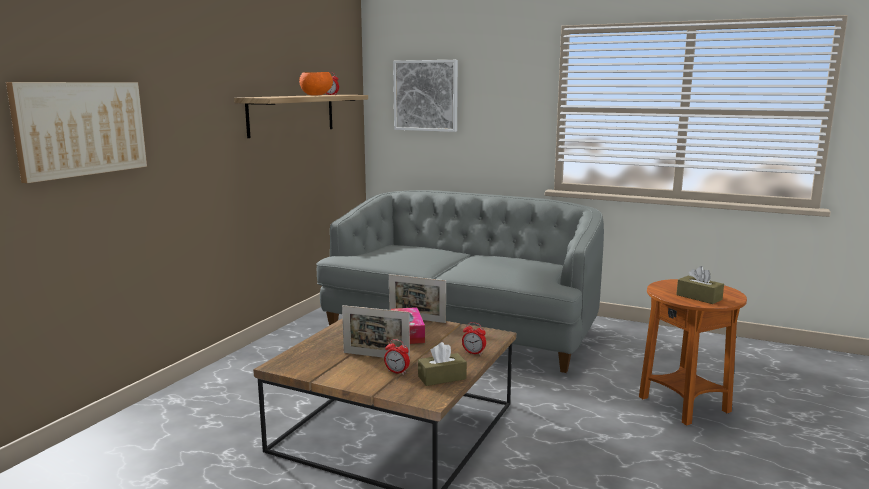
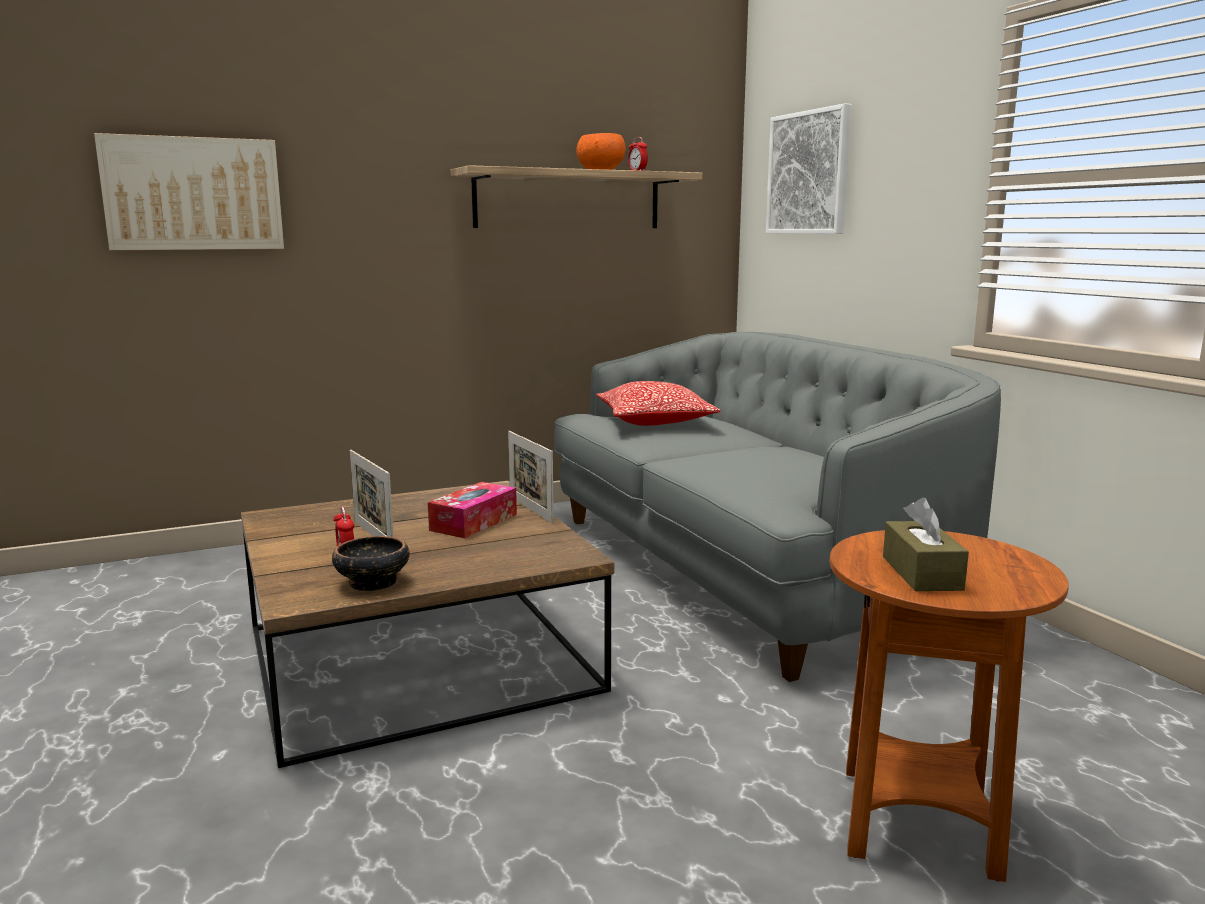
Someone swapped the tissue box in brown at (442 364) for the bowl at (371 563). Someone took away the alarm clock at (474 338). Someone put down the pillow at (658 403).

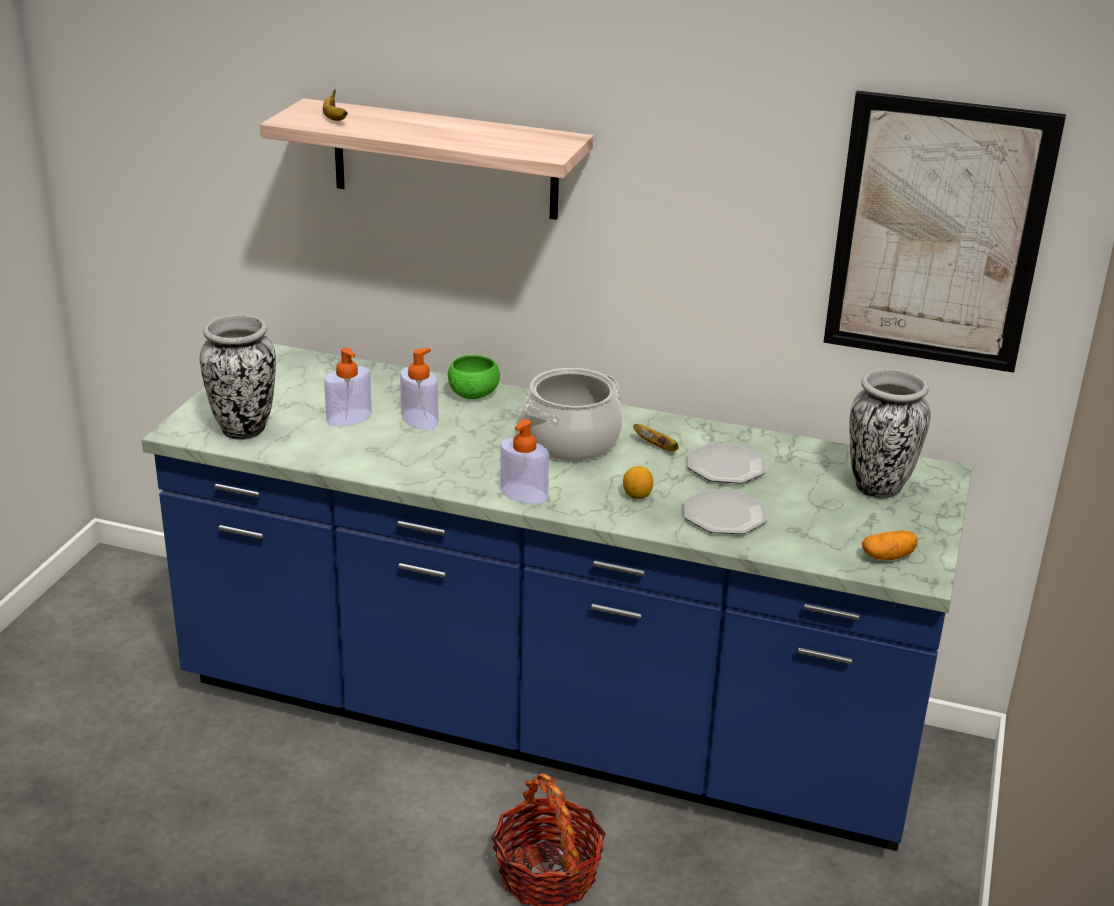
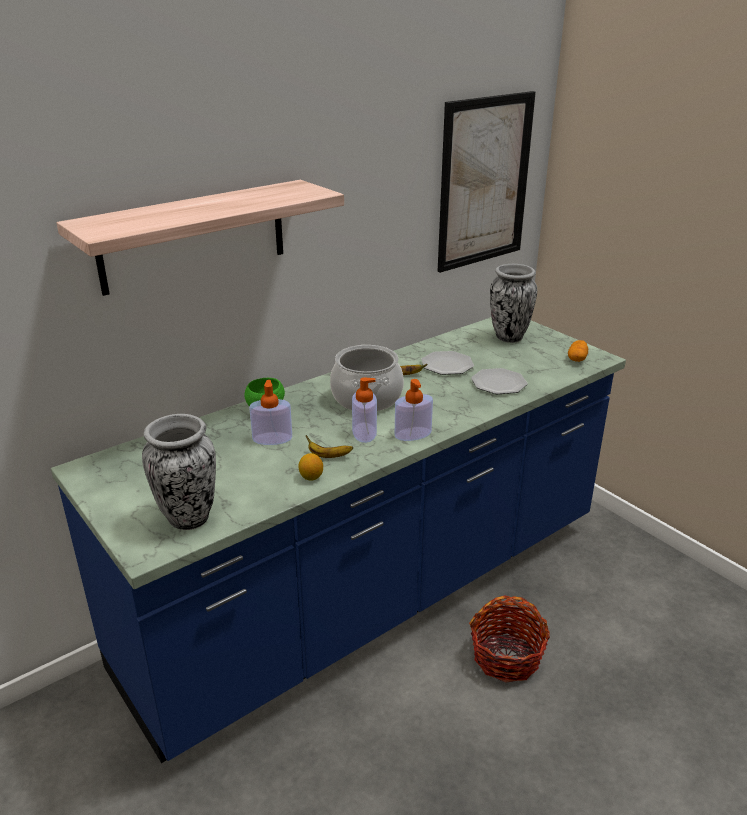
Someone carried the banana from (335 105) to (329 446). Someone carried the soap dispenser from (348 387) to (364 410). Someone carried the lemon from (638 482) to (310 467).

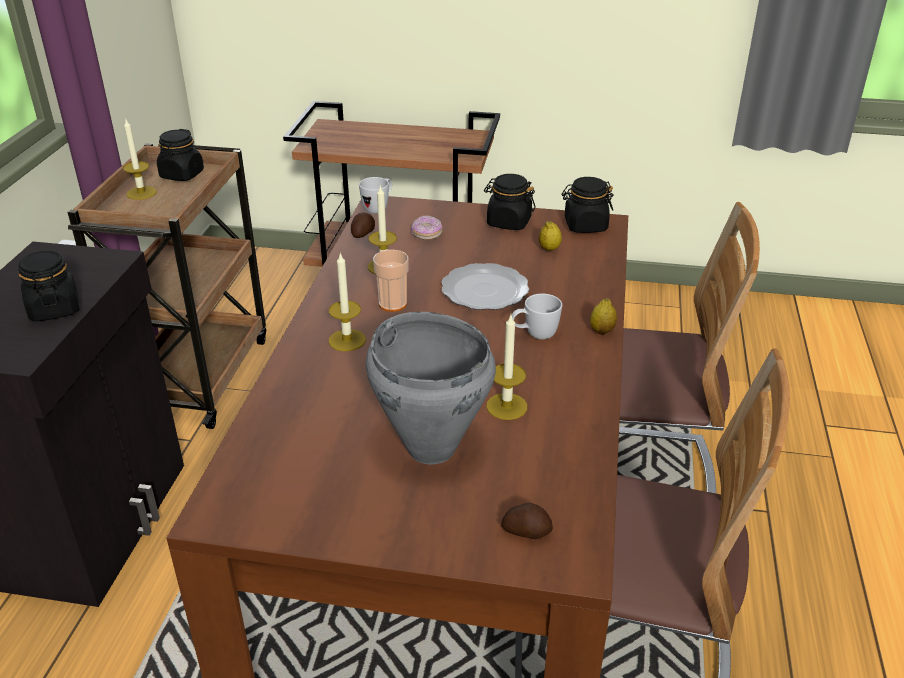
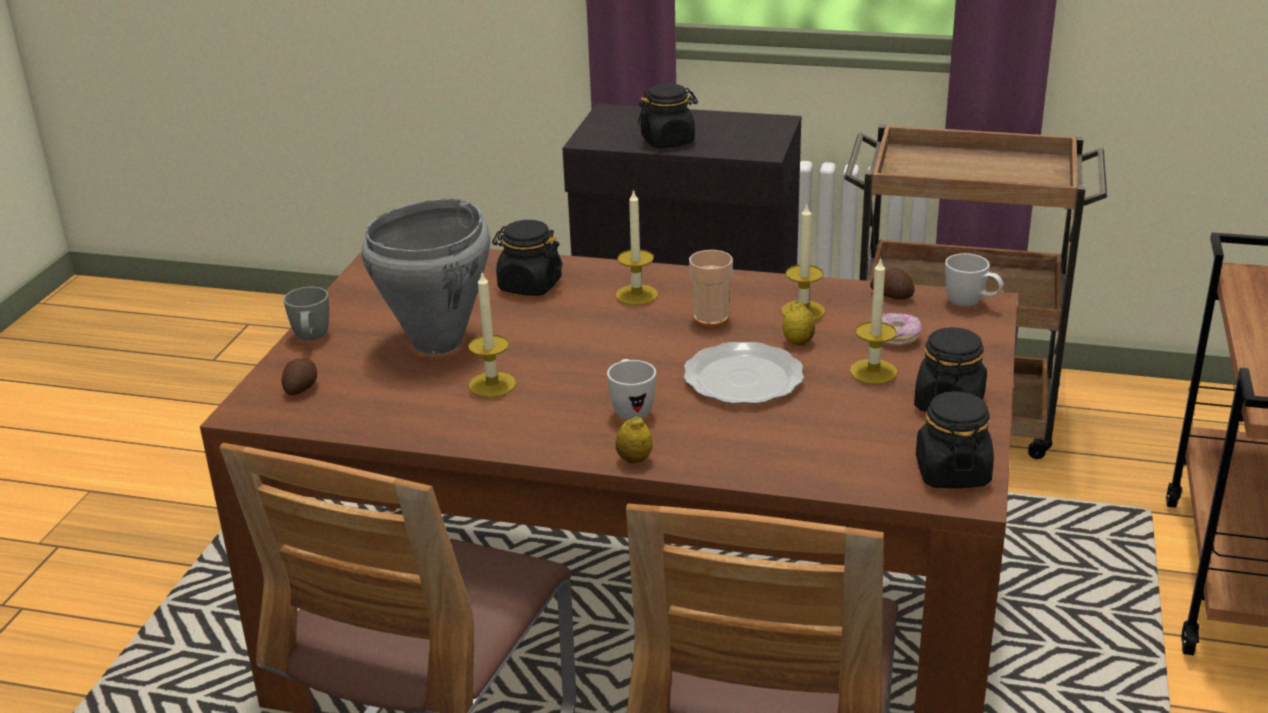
Someone carried the candle from (140 159) to (874 320). Someone carried the jar in black from (180 155) to (527 258). Someone carried the lemon from (550 236) to (799 323). Someone put down the mug in grey at (306 314).

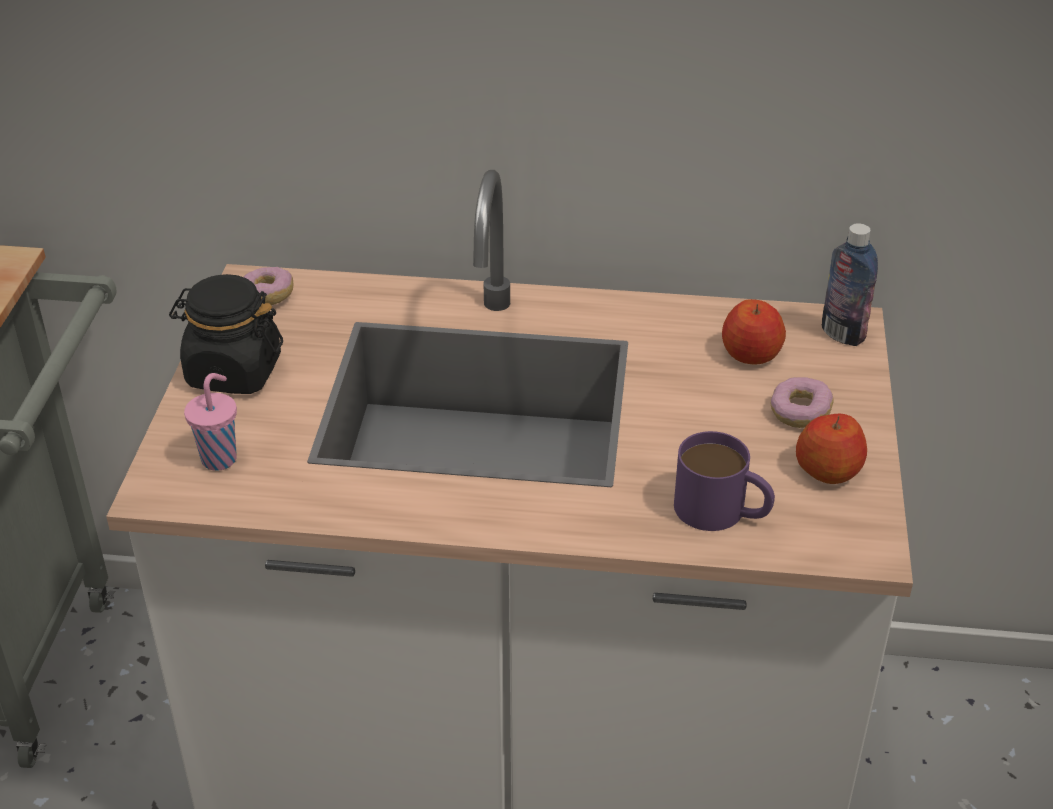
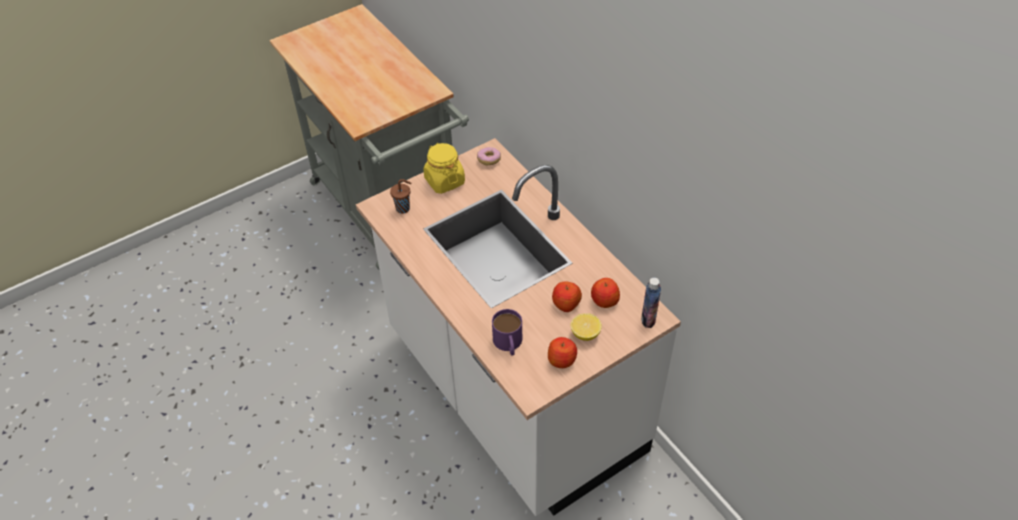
Someone repainted the jar in black at (226 334), which became the jar in yellow at (444 168). Someone repainted the cup in pink at (210 422), which became the cup in brown at (400 196). Someone swapped the donut at (802 402) for the lemon at (586 327). Someone put down the apple at (567 297).

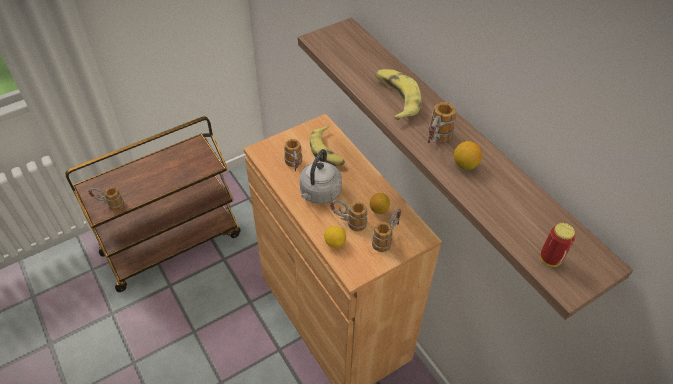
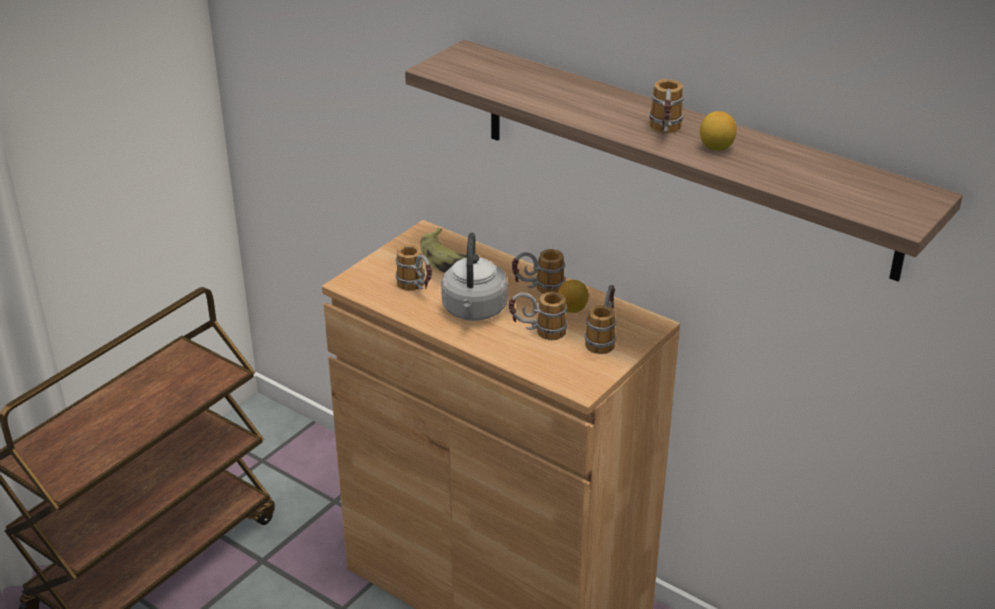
Someone carried the mug from (106 199) to (538 271). Someone took away the lemon at (335 237). Someone took away the banana at (398 95). Someone took away the can at (557 245).

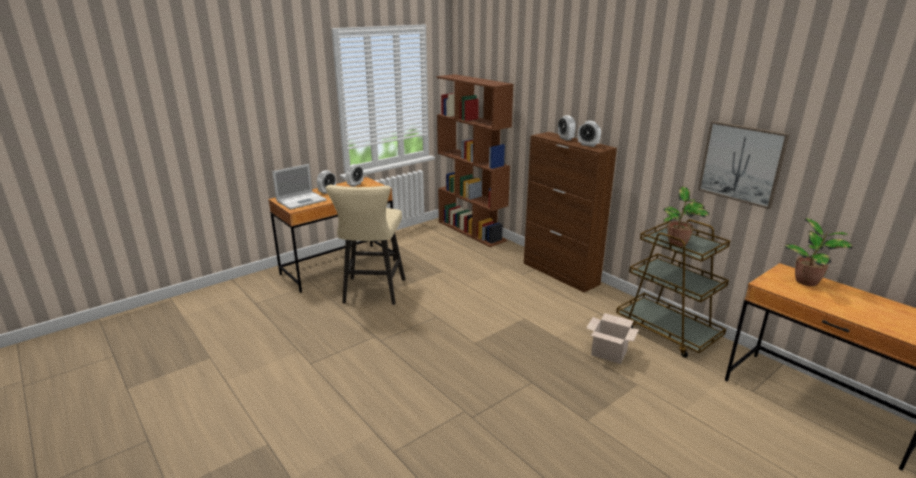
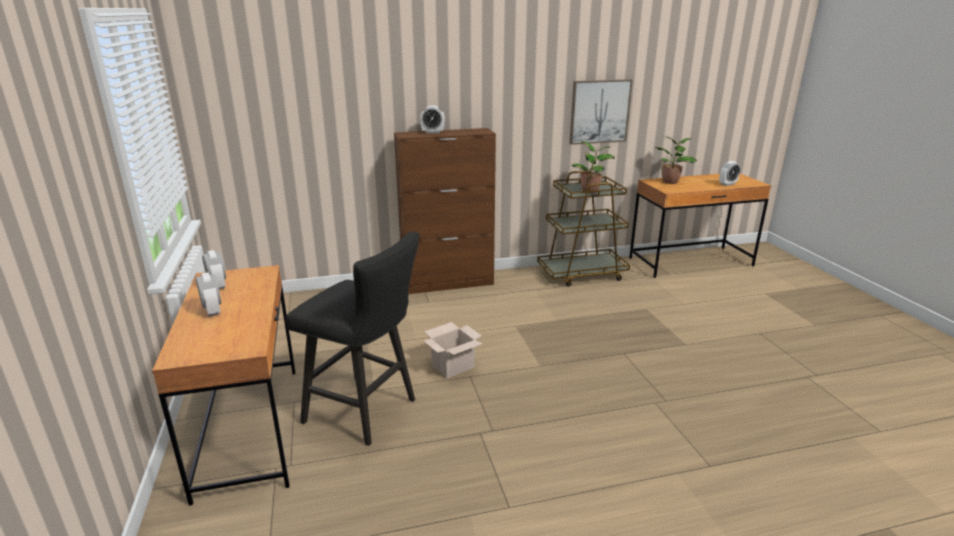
Someone took away the laptop at (299 187). Someone repainted the stool in beige at (365 245), which became the stool in black at (353 339). Someone took away the bookcase in brown at (474 160). Someone carried the alarm clock from (589 134) to (729 173). Someone carried the cardboard box from (612 338) to (452 350).

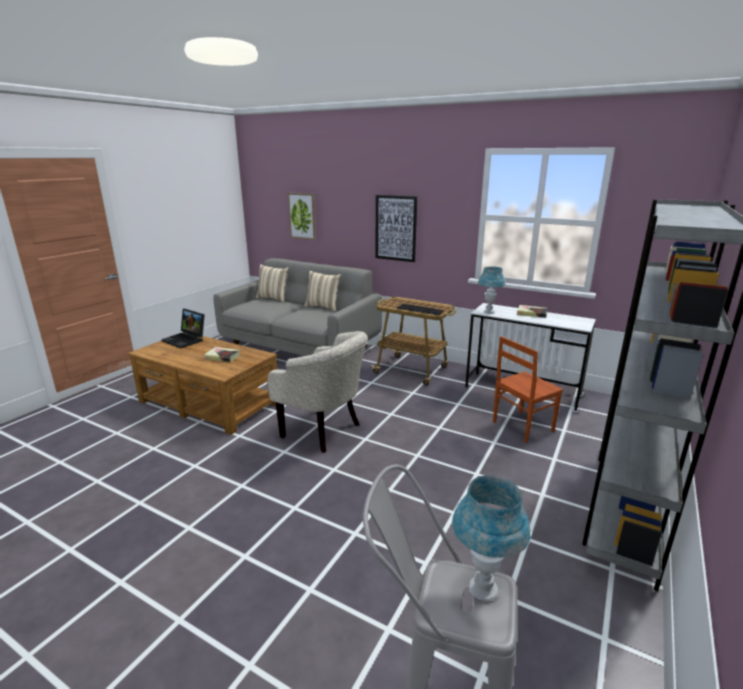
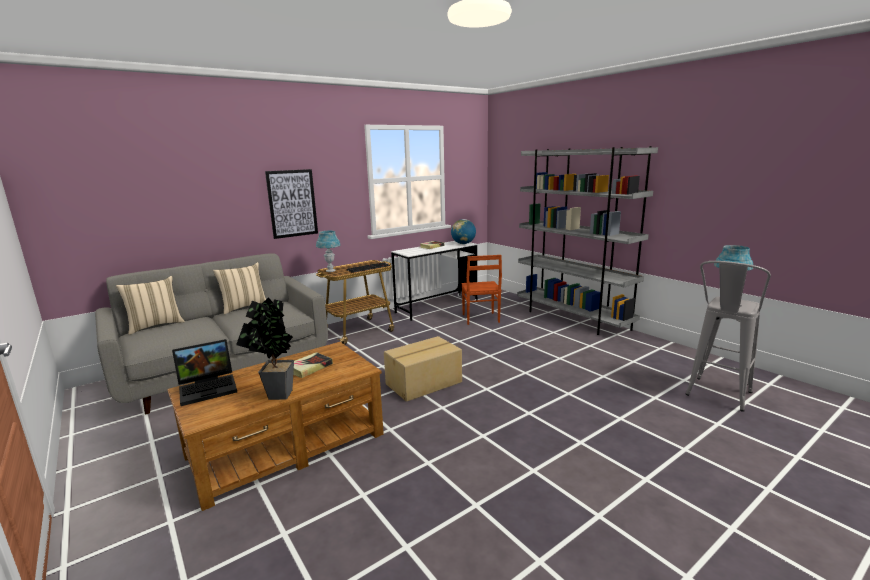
Someone swapped the armchair in beige at (318 392) for the cardboard box at (423 369). Someone took away the picture at (301 216). Someone carried the table lamp in blue from (492 289) to (328 251). Someone put down the potted plant at (265 348). Someone put down the globe at (463 231).

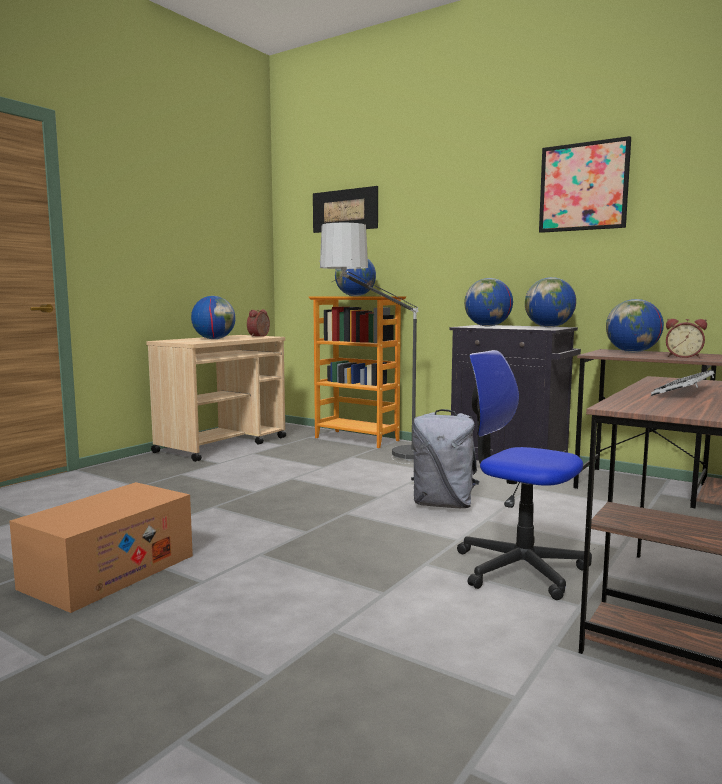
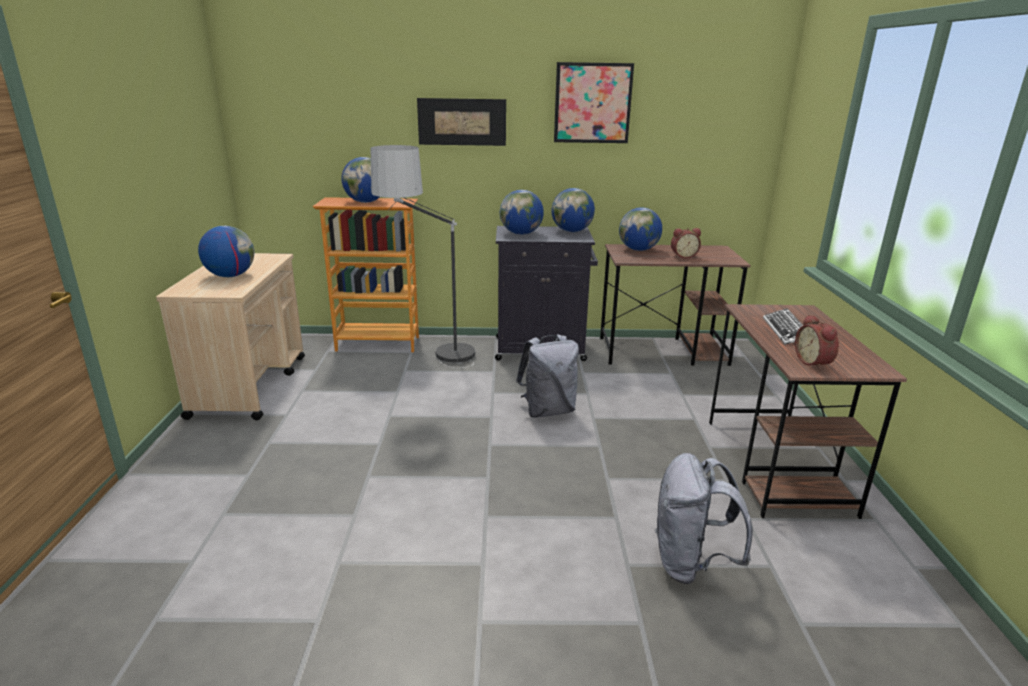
Someone took away the cardboard box at (101 547). Someone carried the alarm clock from (258 323) to (817 342). Someone carried the picture from (345 209) to (461 122). Someone took away the office chair at (524 475). Someone put down the backpack in grey at (704 518).

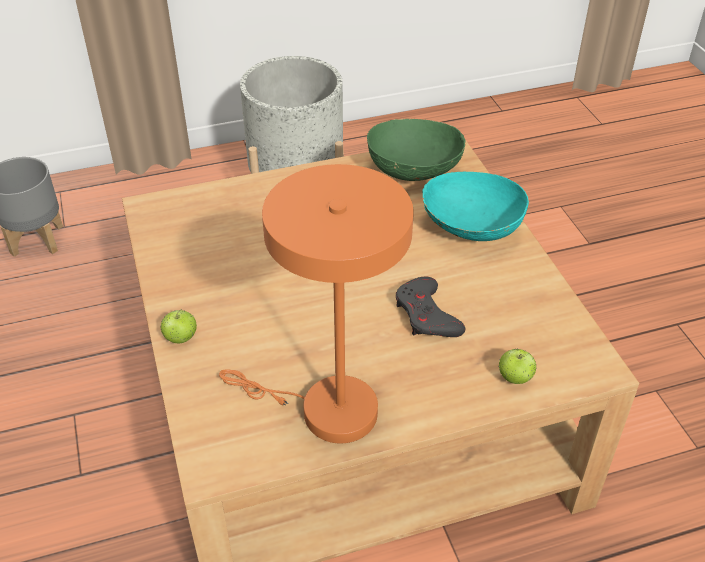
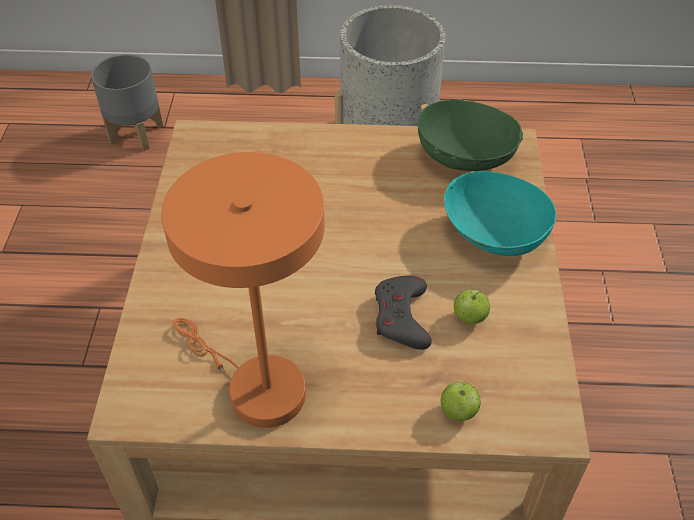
Someone carried the apple from (179 326) to (472 306).

